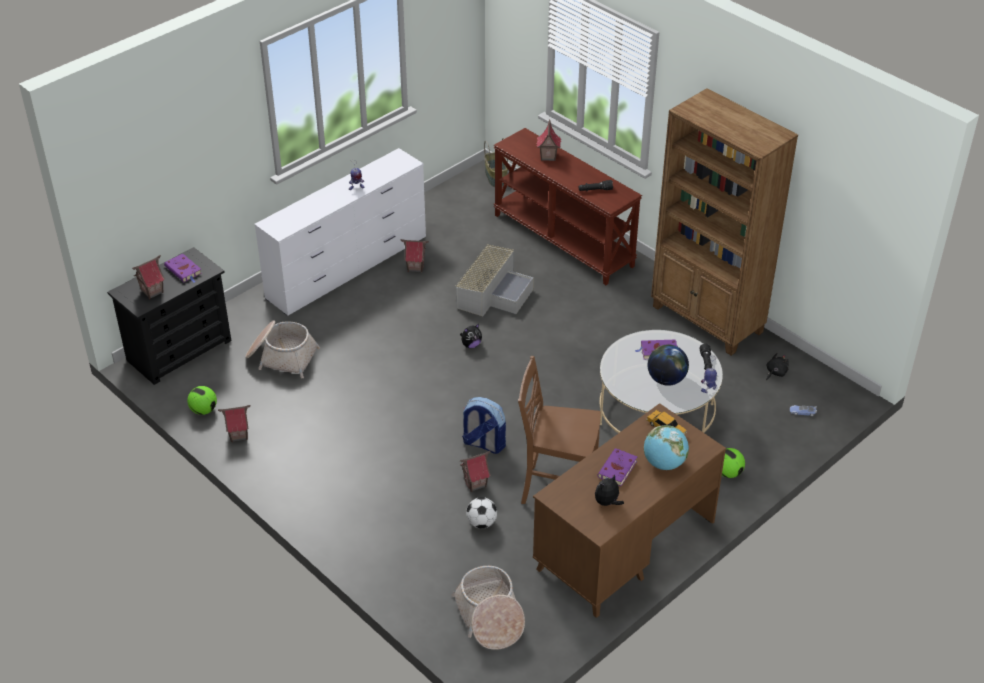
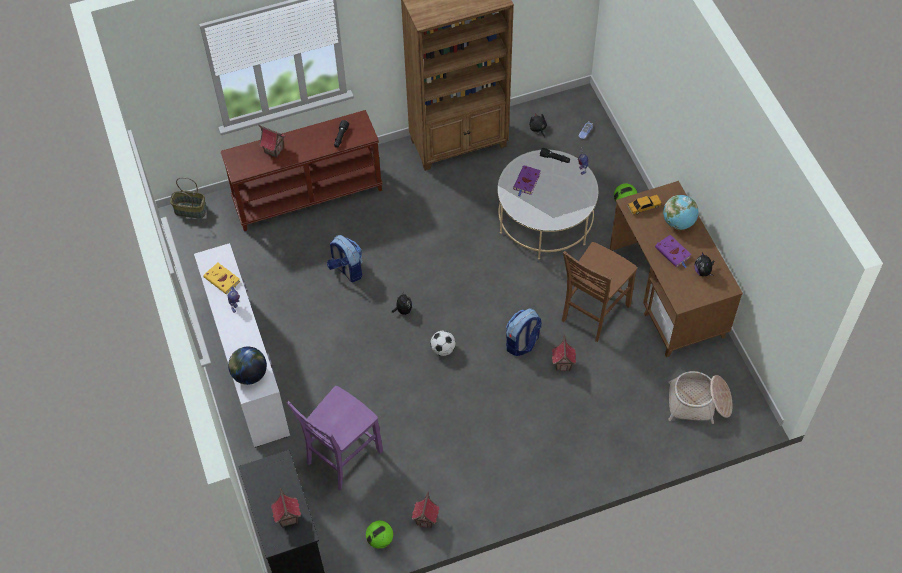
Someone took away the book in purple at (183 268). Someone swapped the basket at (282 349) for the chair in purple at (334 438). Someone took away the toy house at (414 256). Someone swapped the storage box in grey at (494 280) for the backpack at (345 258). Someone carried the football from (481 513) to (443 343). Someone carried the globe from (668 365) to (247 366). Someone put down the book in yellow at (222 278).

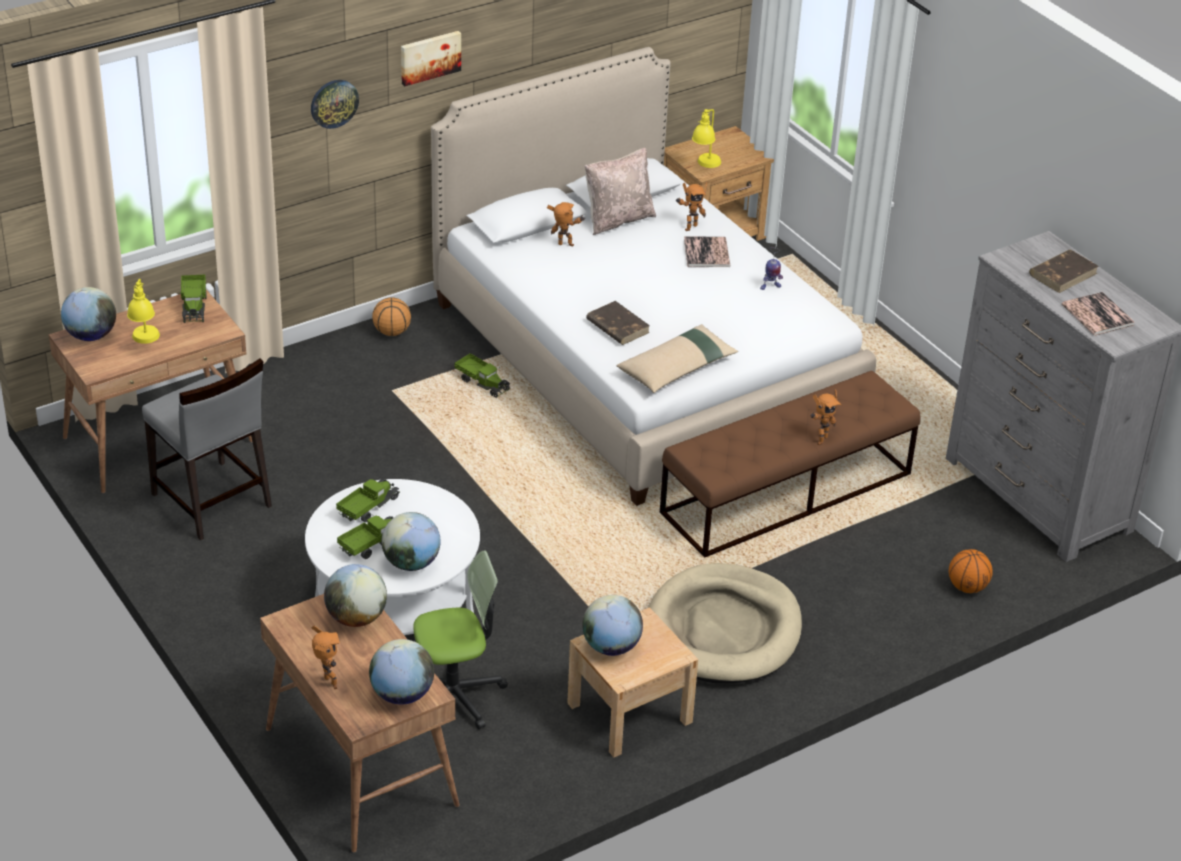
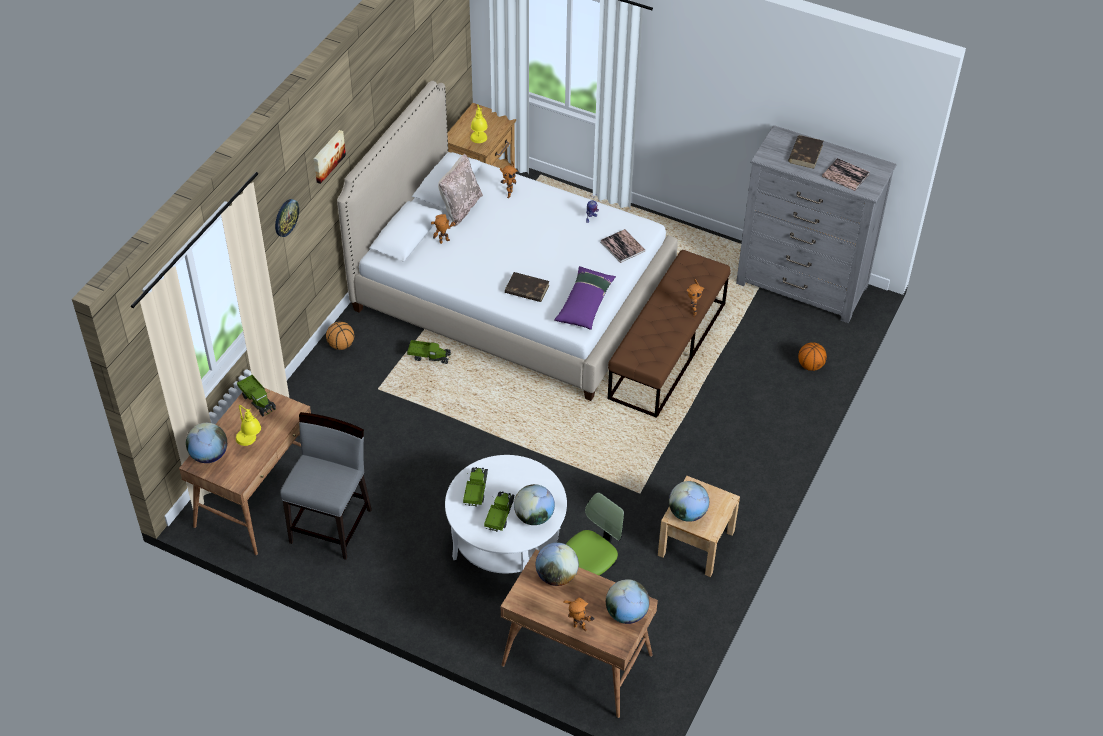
Someone rotated the chair in grey at (207 449) by 90 degrees counterclockwise. Someone repainted the pillow in beige at (677 358), which became the pillow in purple at (585 298). Someone took away the dog bed in beige at (725 623). Someone carried the book from (707 251) to (623 246).

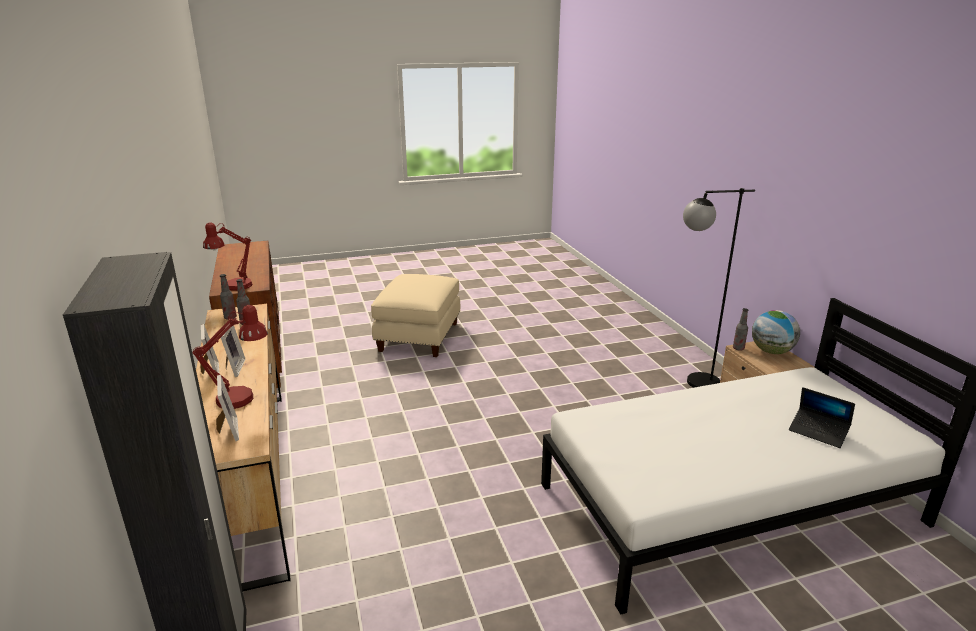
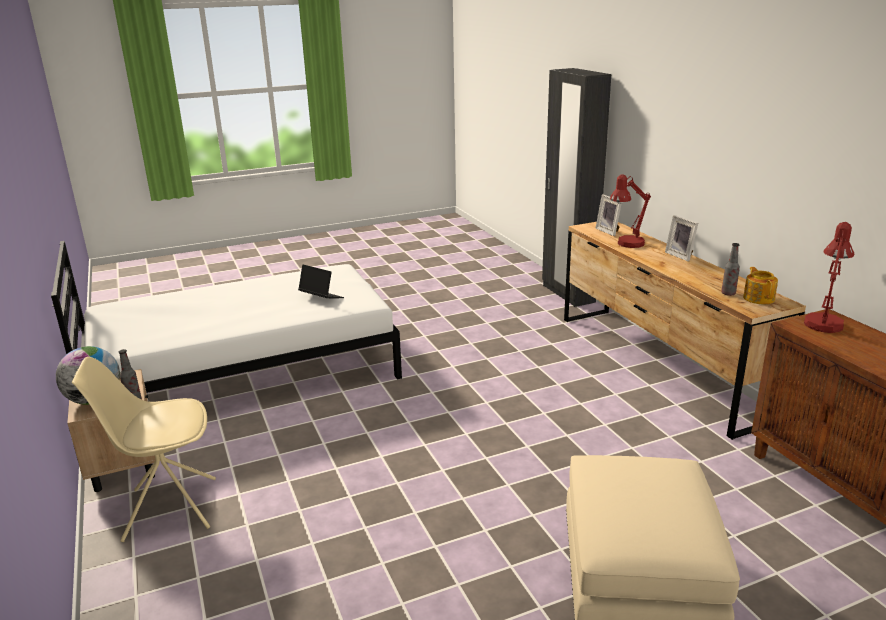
Someone swapped the bottle at (228 296) for the teapot at (760 285). Someone took away the picture frame at (233 351). Someone swapped the floor lamp in black at (719 288) for the chair in beige at (144 449). Someone carried the laptop from (822 417) to (321 281).

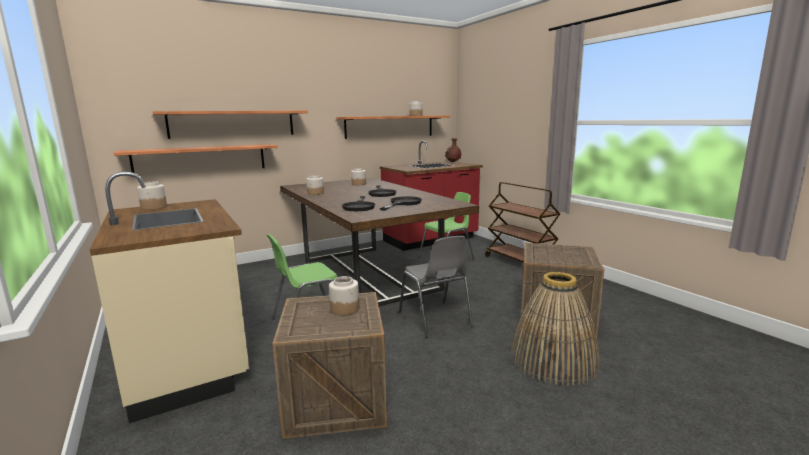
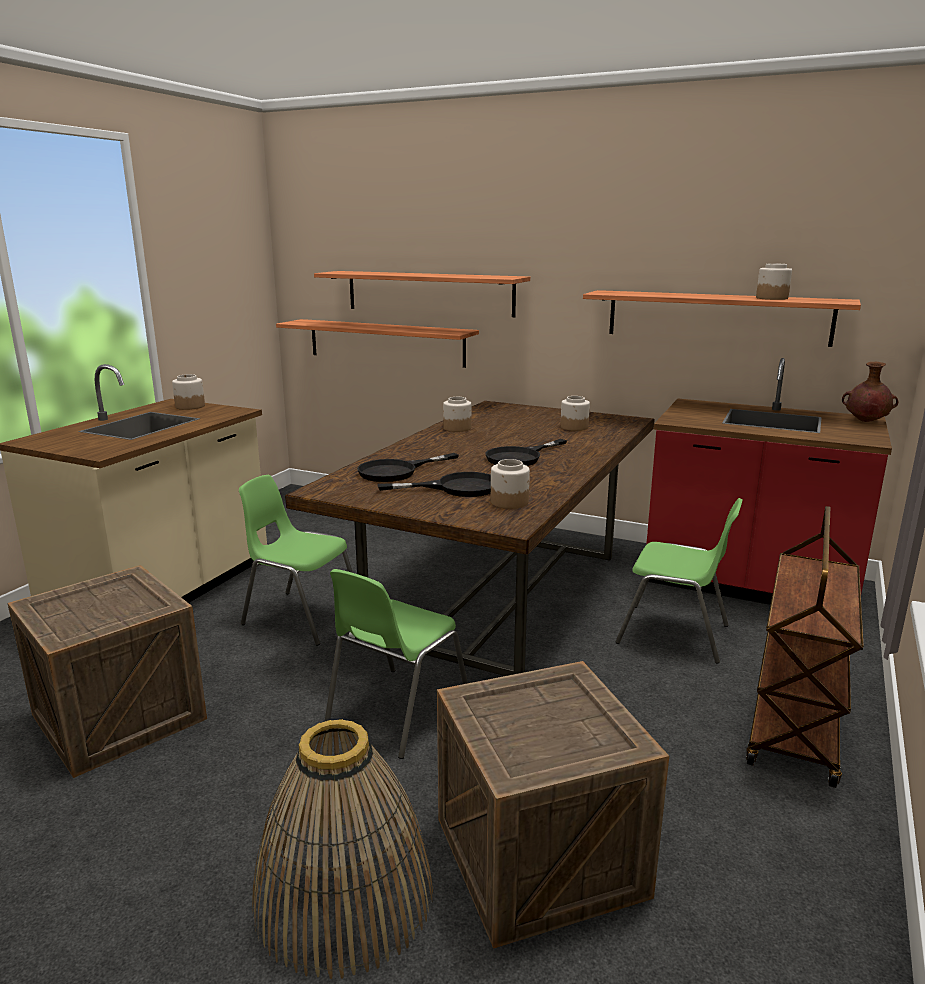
Someone carried the jar from (344 295) to (510 484). Someone repainted the chair in grey at (436 287), which became the chair in green at (396 664).

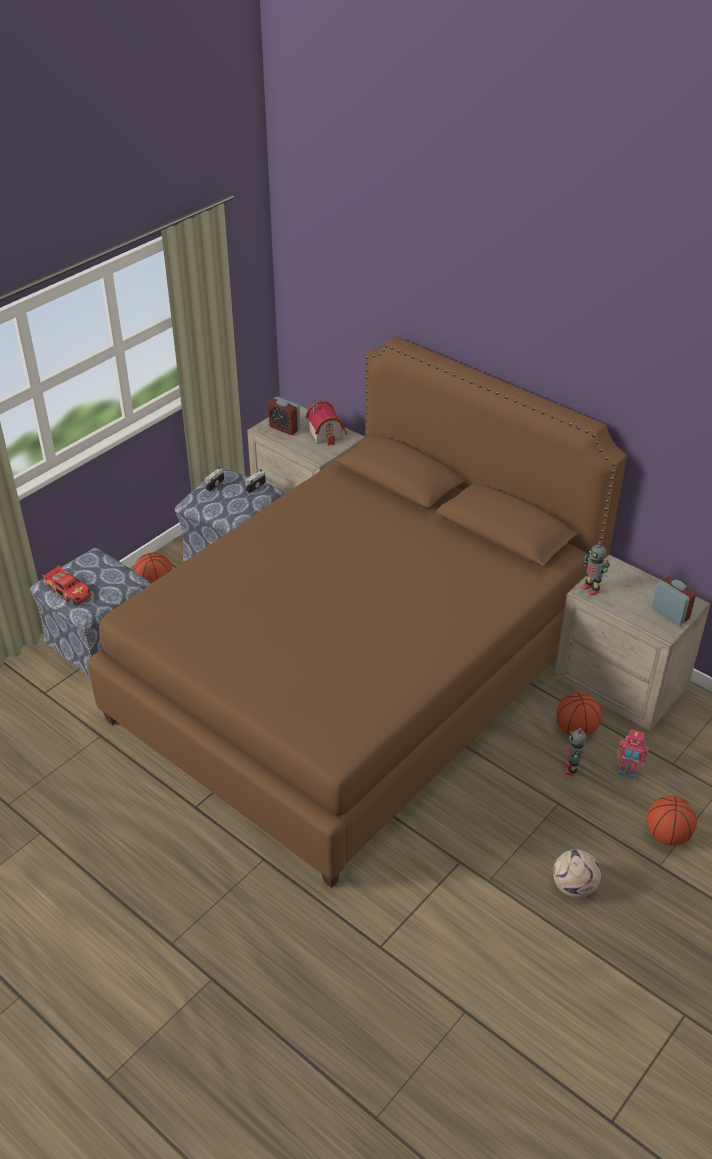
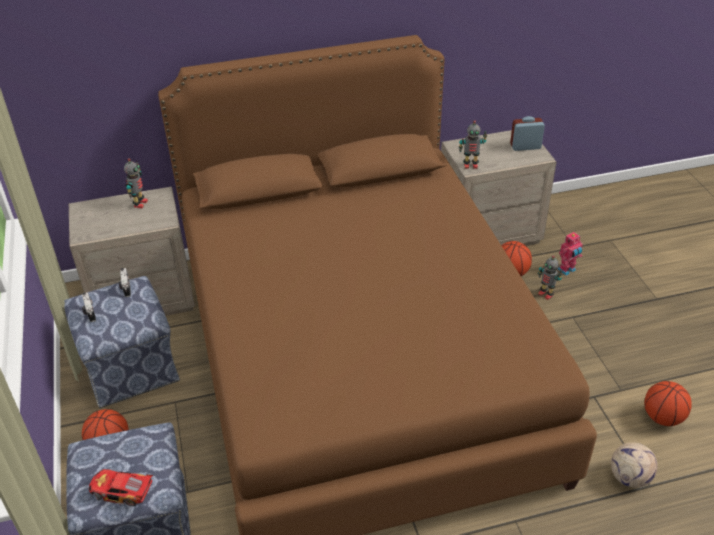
Someone rotated the toy car at (66 585) by 150 degrees counterclockwise. Someone took away the alarm clock at (284 416). Someone swapped the toy house at (326 423) for the toy robot at (136 183). Someone carried the football from (577 873) to (634 465). Someone carried the basketball from (671 821) to (668 403).

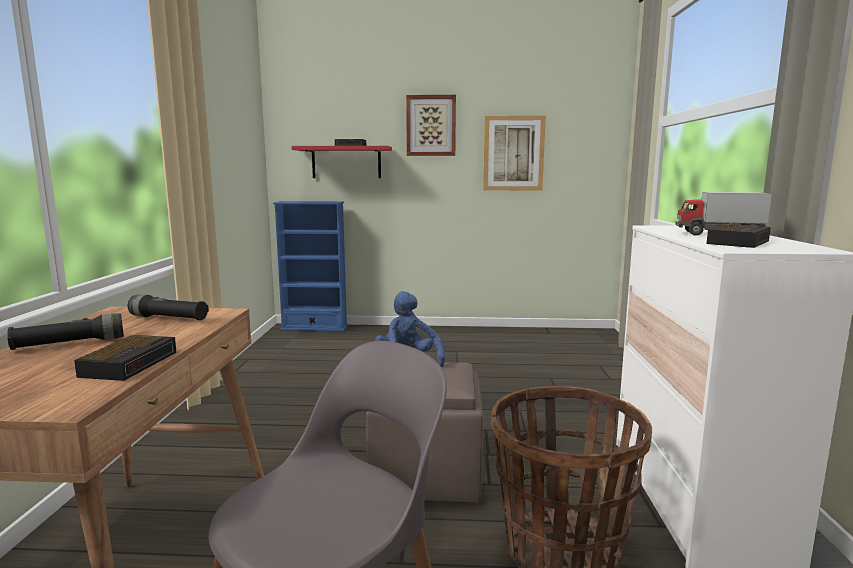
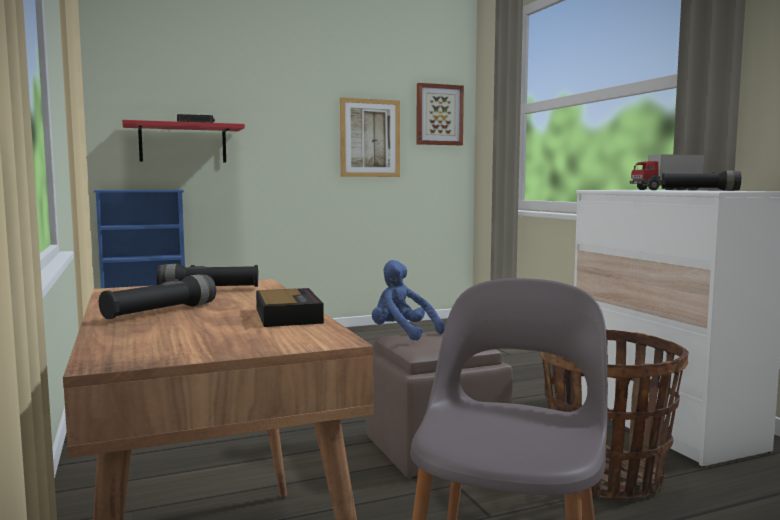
Someone carried the picture from (431 125) to (440 114). Someone swapped the alarm clock at (738 236) for the flashlight in black at (701 181).

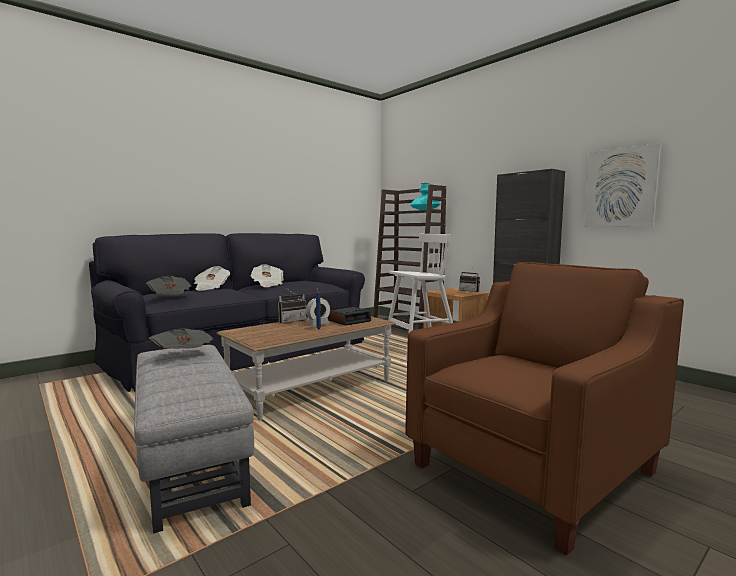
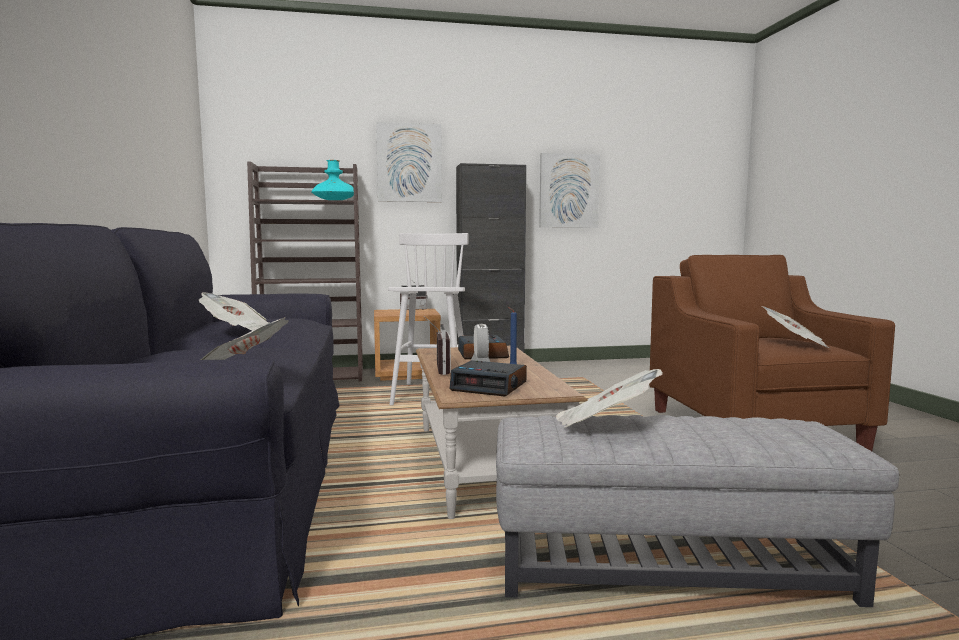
Someone carried the newspaper from (212 278) to (795 327). Someone put up the picture at (409 162). Someone put down the alarm clock at (488 378).

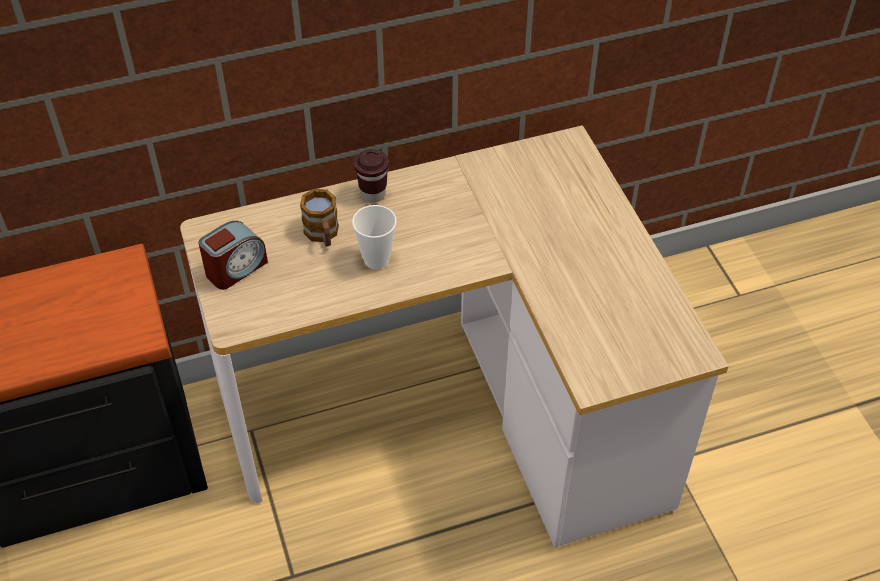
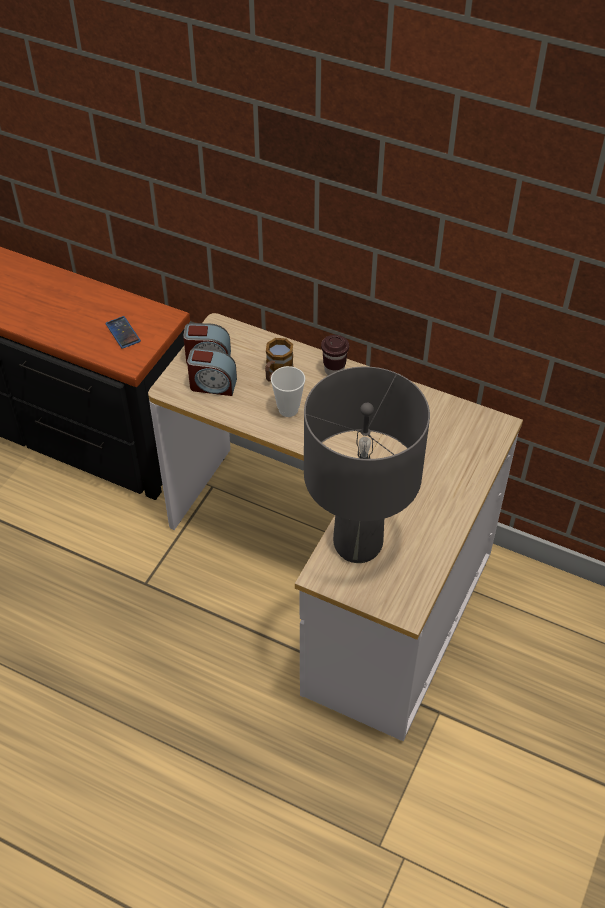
Someone put down the phone at (123 332). Someone put down the alarm clock at (212 372). Someone put down the table lamp in grey at (367 464).

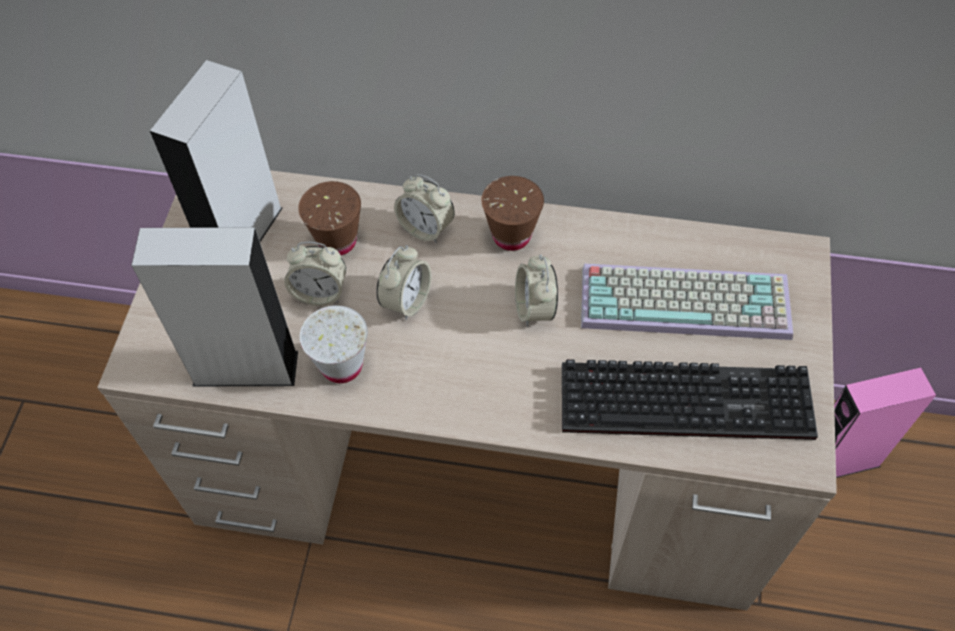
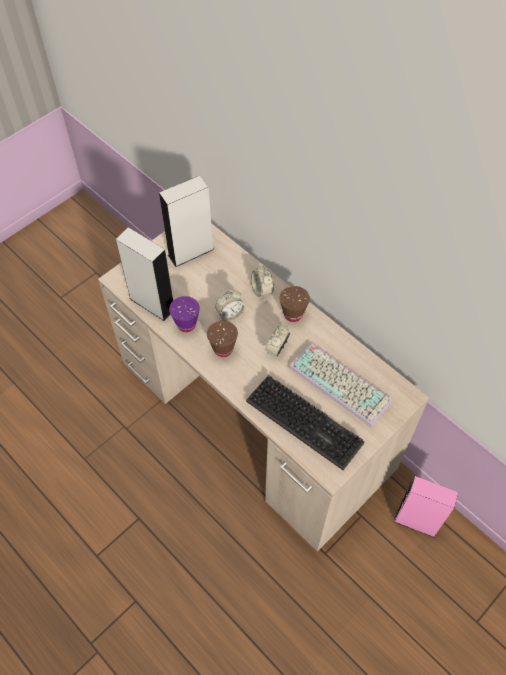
Someone took away the alarm clock at (315 274). Someone carried the cup in brown from (329 218) to (222 339). Someone repainted the cup in white at (334 344), which became the cup in purple at (184 314).

